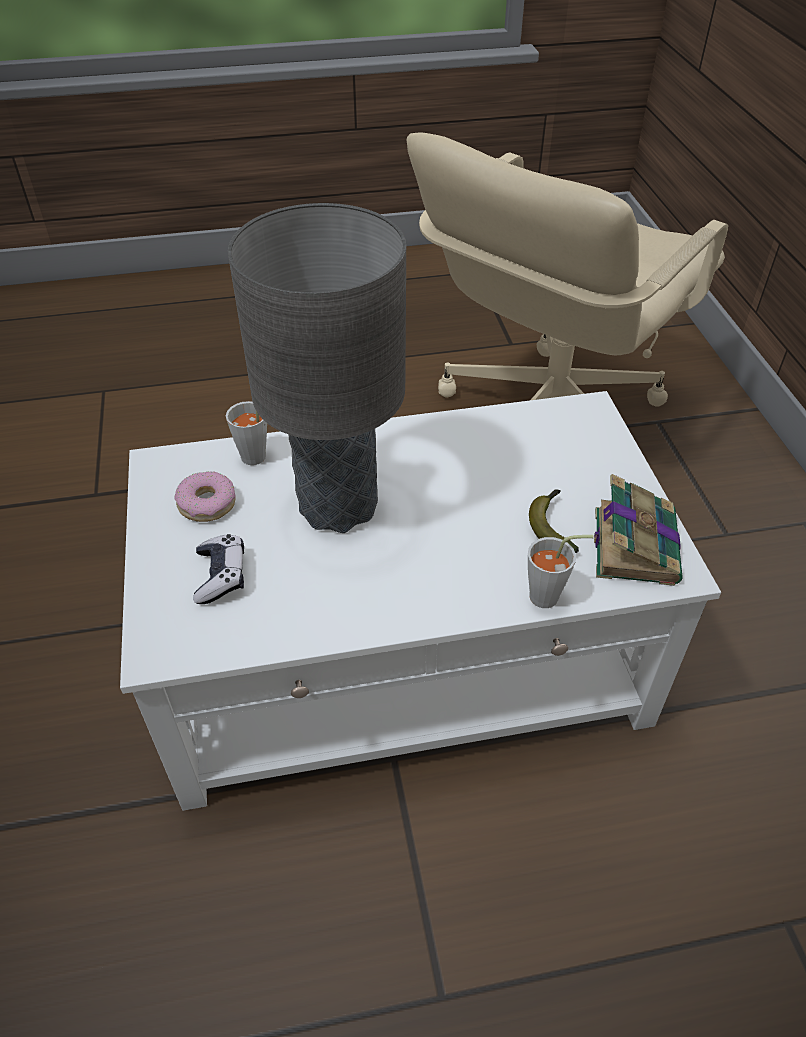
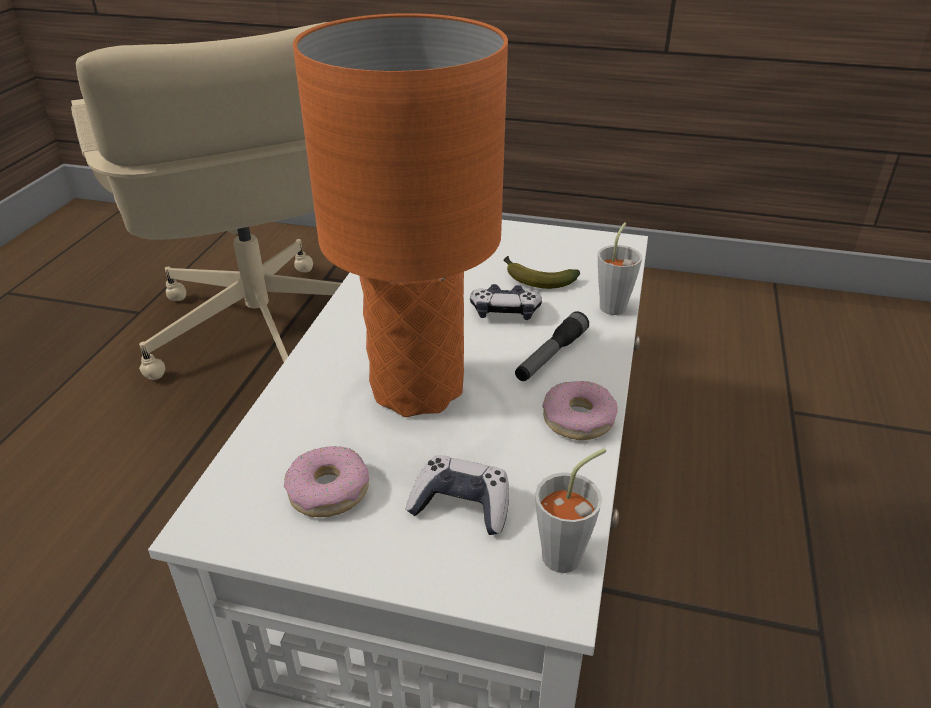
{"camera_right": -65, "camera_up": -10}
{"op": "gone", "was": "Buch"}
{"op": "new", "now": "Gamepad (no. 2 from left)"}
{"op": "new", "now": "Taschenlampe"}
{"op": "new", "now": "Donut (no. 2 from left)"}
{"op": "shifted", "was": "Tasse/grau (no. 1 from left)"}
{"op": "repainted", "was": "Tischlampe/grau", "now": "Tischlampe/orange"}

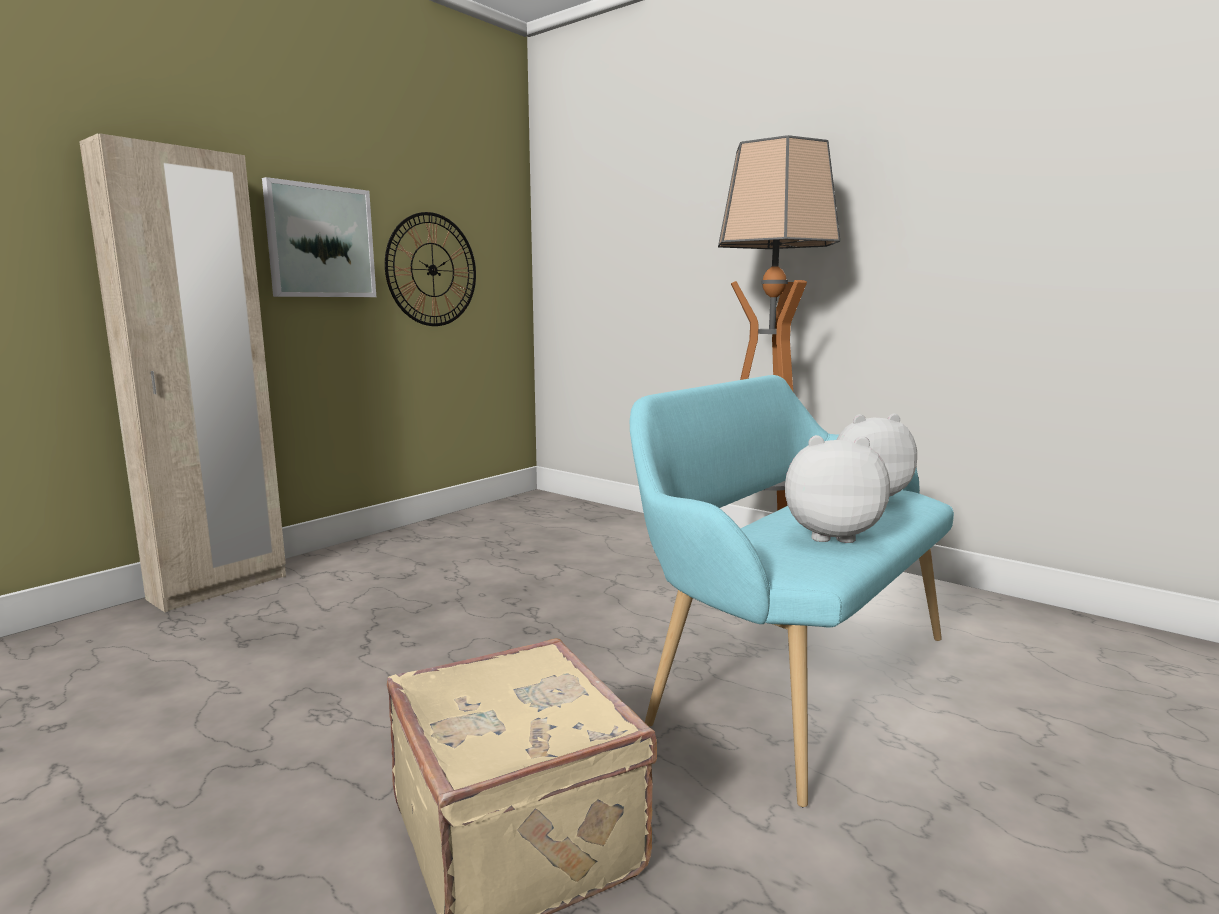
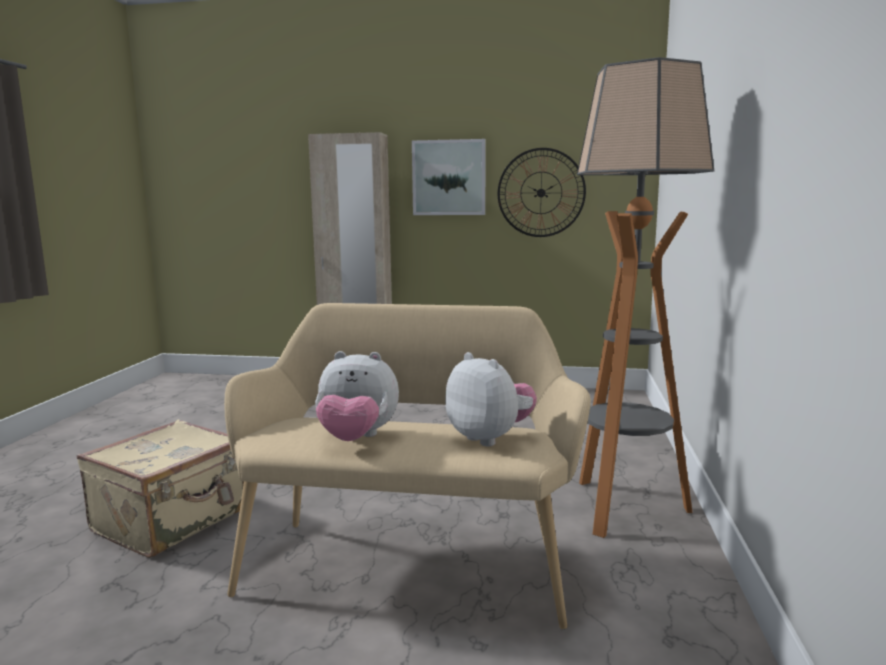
{"camera_right": 60, "camera_up": 0}
{"op": "repainted", "was": "Bank/türkis", "now": "Bank/beige"}
{"op": "rotated", "was": "Plüschtier (no. 1 from left)", "clockwise": 120}

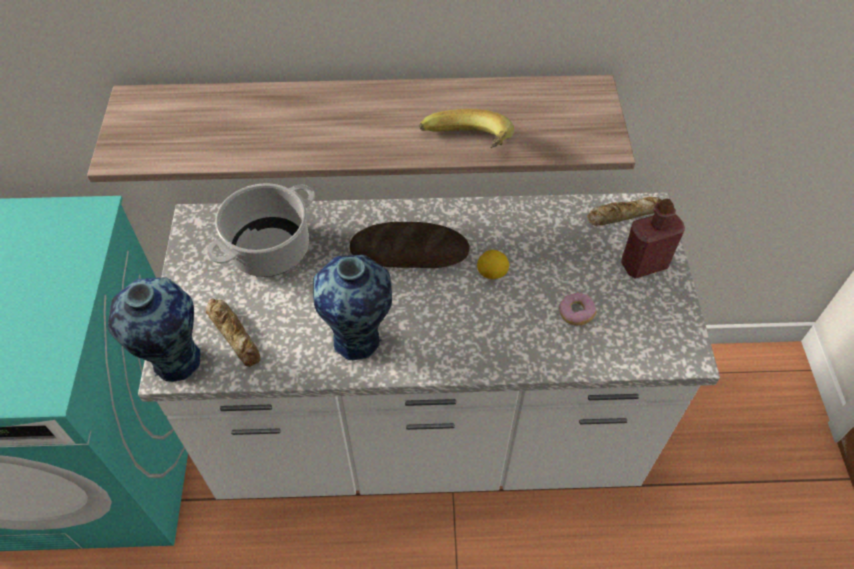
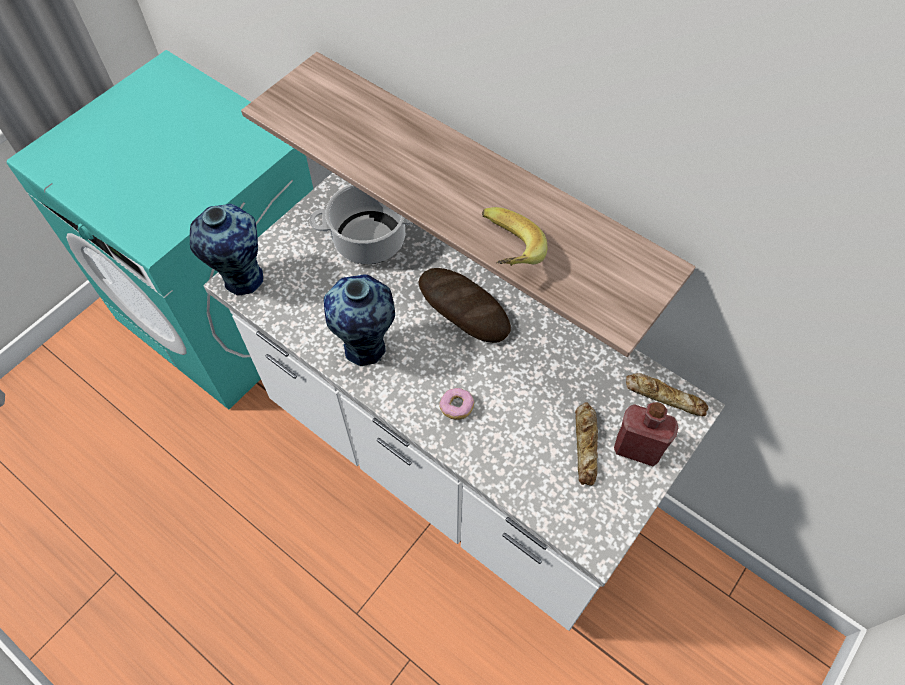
{"camera_right": 40, "camera_up": 5}
{"op": "gone", "was": "Zitrone"}
{"op": "shifted", "was": "Brot (no. 1 from left in the first image)", "now": "Brot (no. 2 from left)"}
{"op": "shifted", "was": "Donut"}

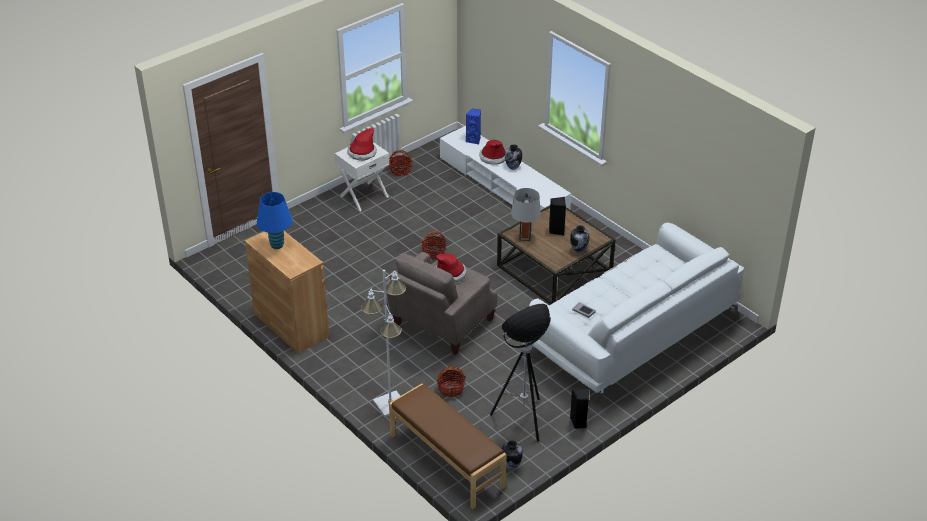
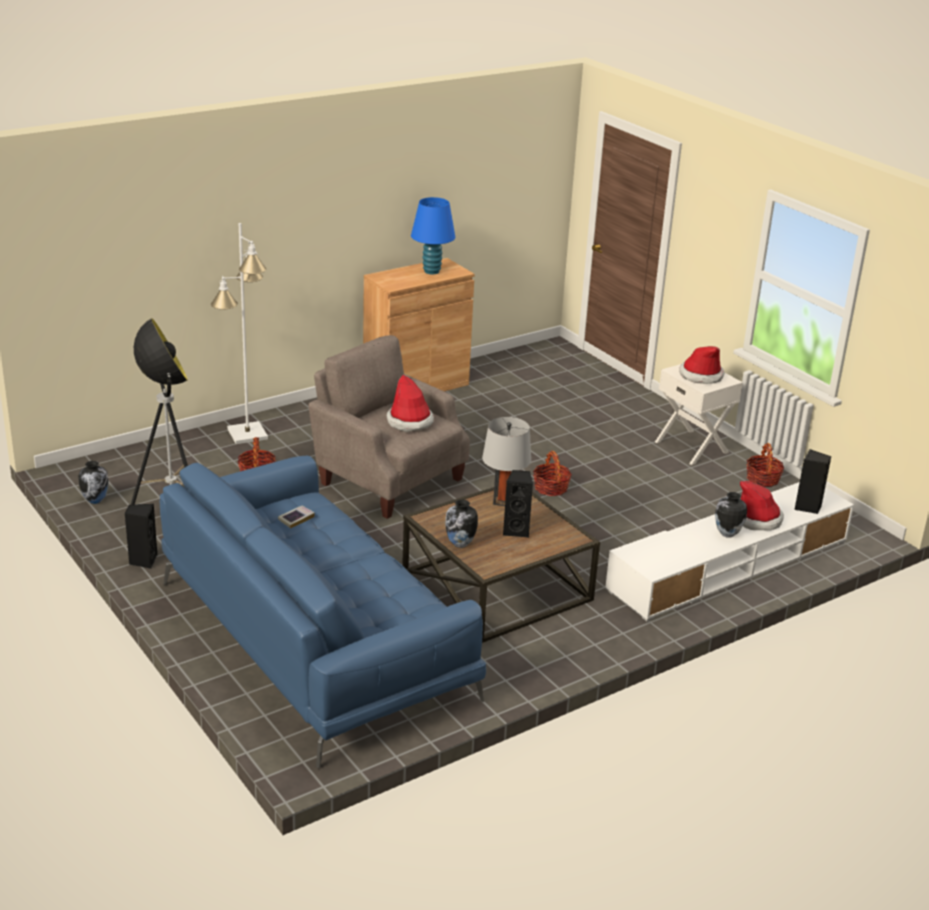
{"camera_right": 95, "camera_up": -10}
{"op": "gone", "was": "Bank/braun"}
{"op": "repainted", "was": "Lautsprecher/blau", "now": "Lautsprecher/schwarz (no. 3 from left)"}
{"op": "repainted", "was": "Sofa/weiß", "now": "Sofa/blau"}

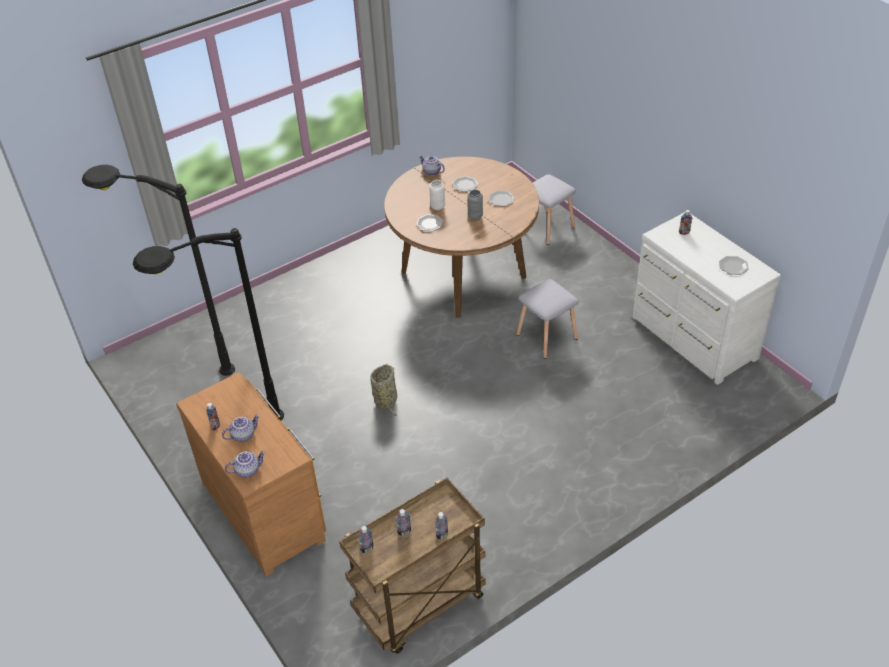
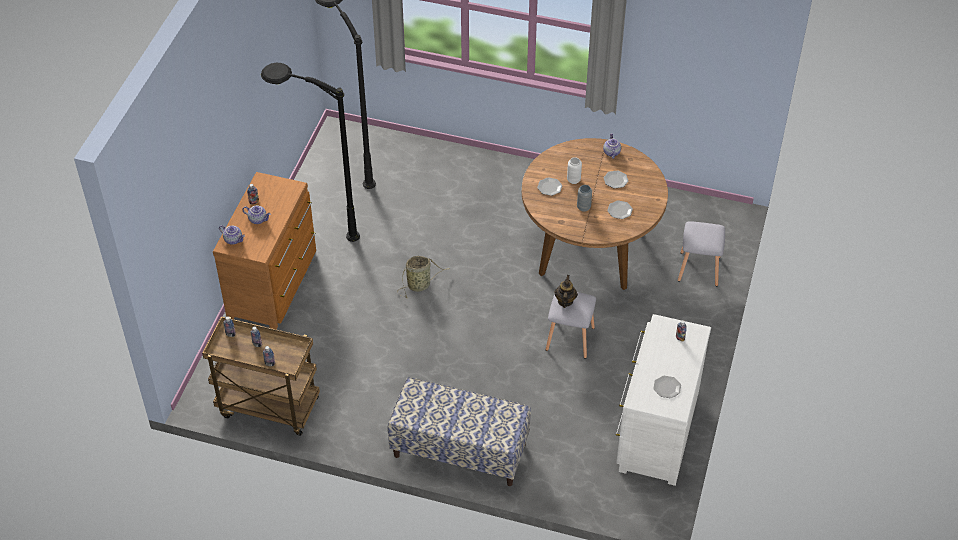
{"camera_right": 50, "camera_up": 5}
{"op": "new", "now": "Bank"}
{"op": "new", "now": "Teekanne (no. 3 from left)"}

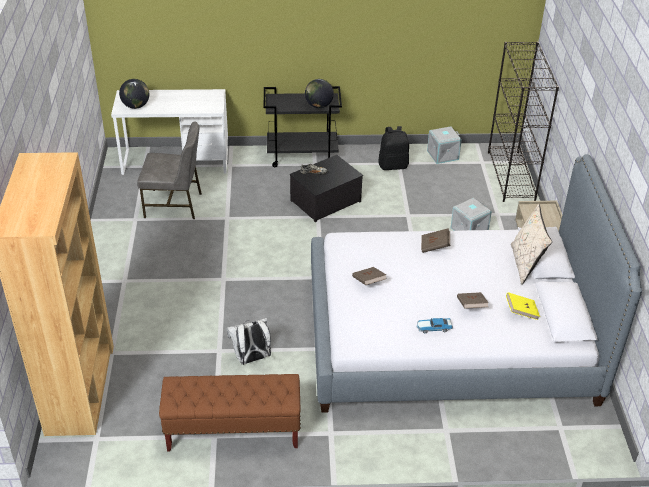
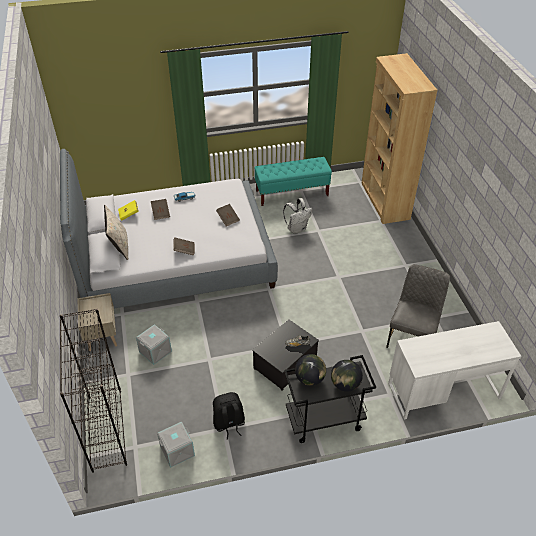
{"camera_right": 170, "camera_up": 5}
{"op": "shifted", "was": "Globus (no. 1 from left in the first image)", "now": "Globus (no. 2 from left)"}
{"op": "repainted", "was": "Bank/braun", "now": "Bank/türkis"}
{"op": "rotated", "was": "Stuhl/grau", "clockwise": 120}

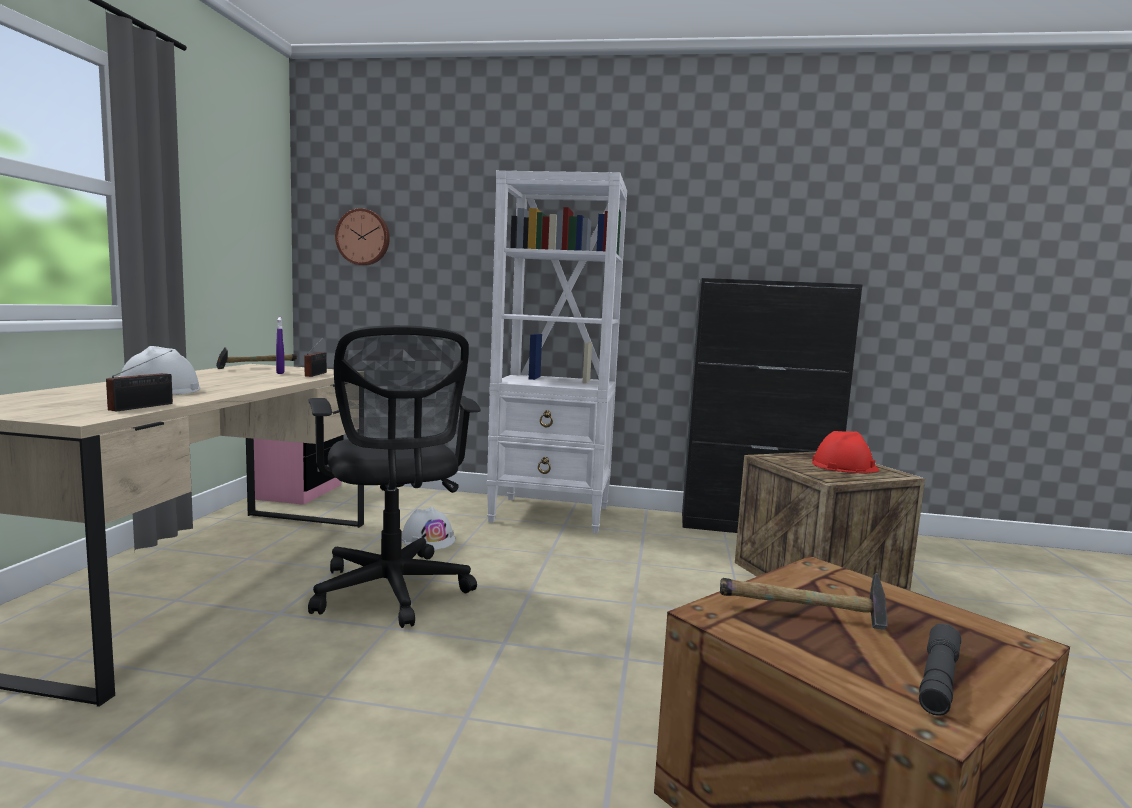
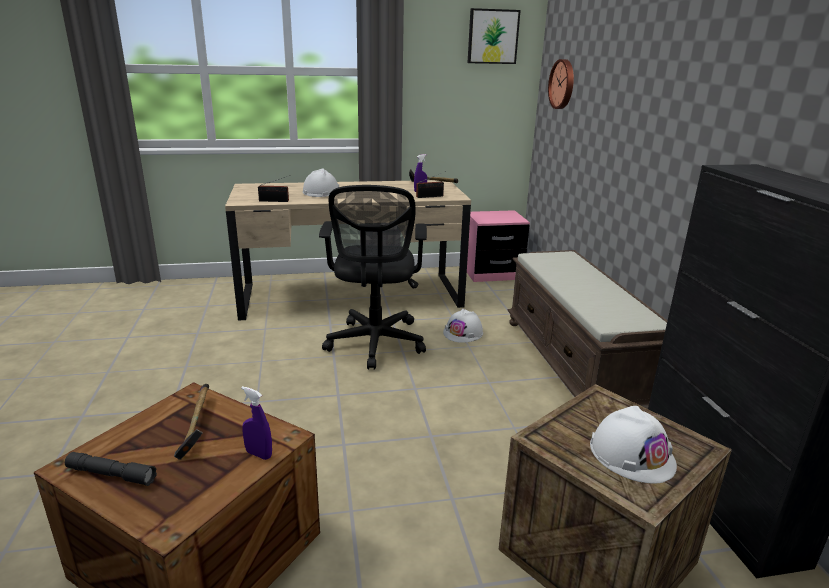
{"camera_right": 70, "camera_up": 15}
{"op": "new", "now": "Sprühflasche/lila (no. 1 from left)"}
{"op": "new", "now": "Bild"}
{"op": "swapped", "was": "Bücherregal/weiß", "now": "Bank/braun"}
{"op": "repainted", "was": "Schutzhelm/rot", "now": "Schutzhelm/weiß (no. 3 from left)"}
{"op": "rotated", "was": "Bürostuhl/schwarz", "clockwise": -45}

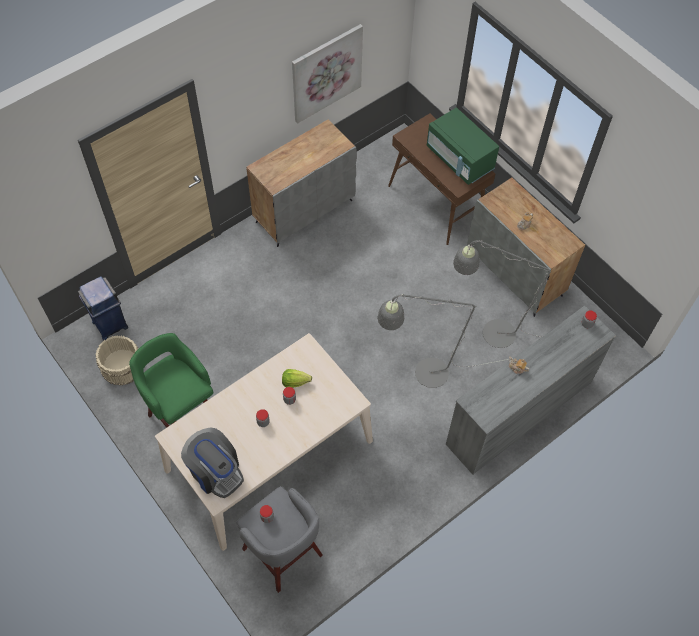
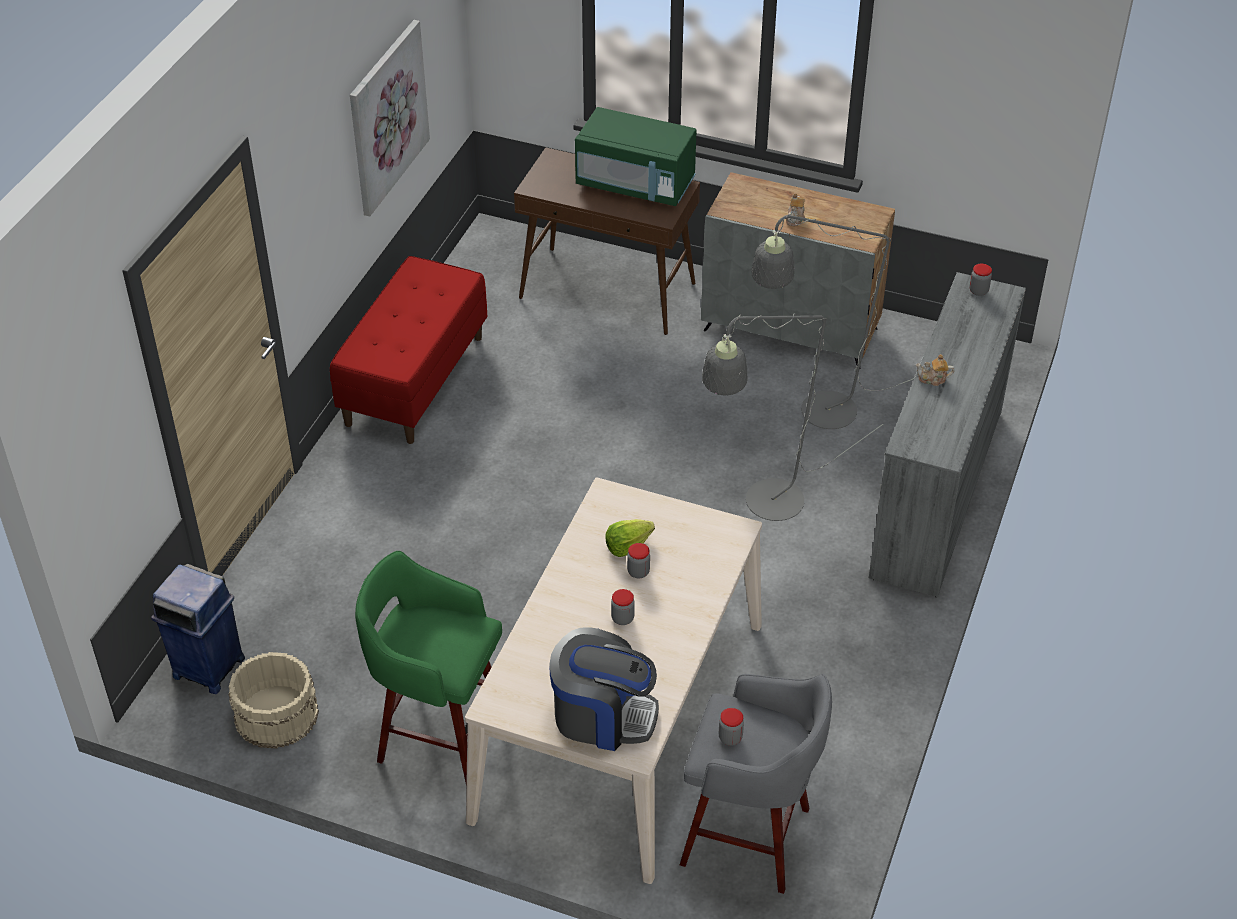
{"camera_right": -30, "camera_up": -15}
{"op": "swapped", "was": "Schrank/grau (no. 1 from left)", "now": "Bank/rot"}

